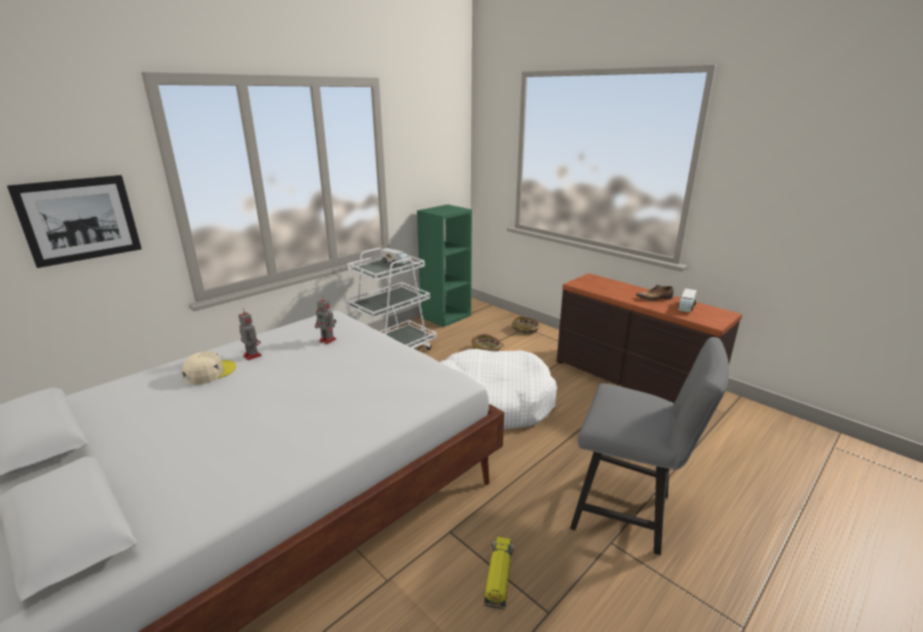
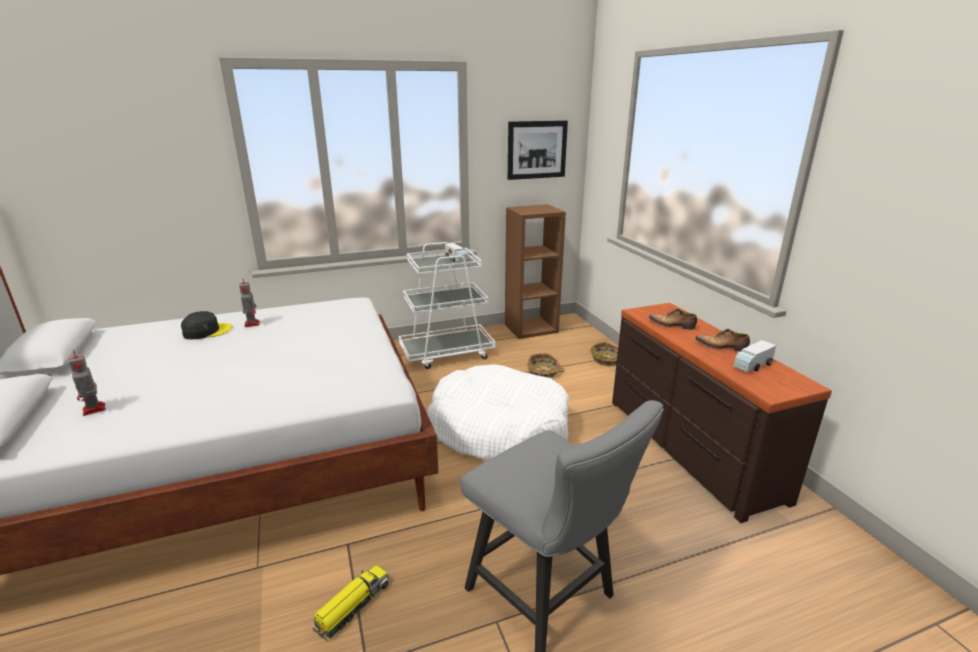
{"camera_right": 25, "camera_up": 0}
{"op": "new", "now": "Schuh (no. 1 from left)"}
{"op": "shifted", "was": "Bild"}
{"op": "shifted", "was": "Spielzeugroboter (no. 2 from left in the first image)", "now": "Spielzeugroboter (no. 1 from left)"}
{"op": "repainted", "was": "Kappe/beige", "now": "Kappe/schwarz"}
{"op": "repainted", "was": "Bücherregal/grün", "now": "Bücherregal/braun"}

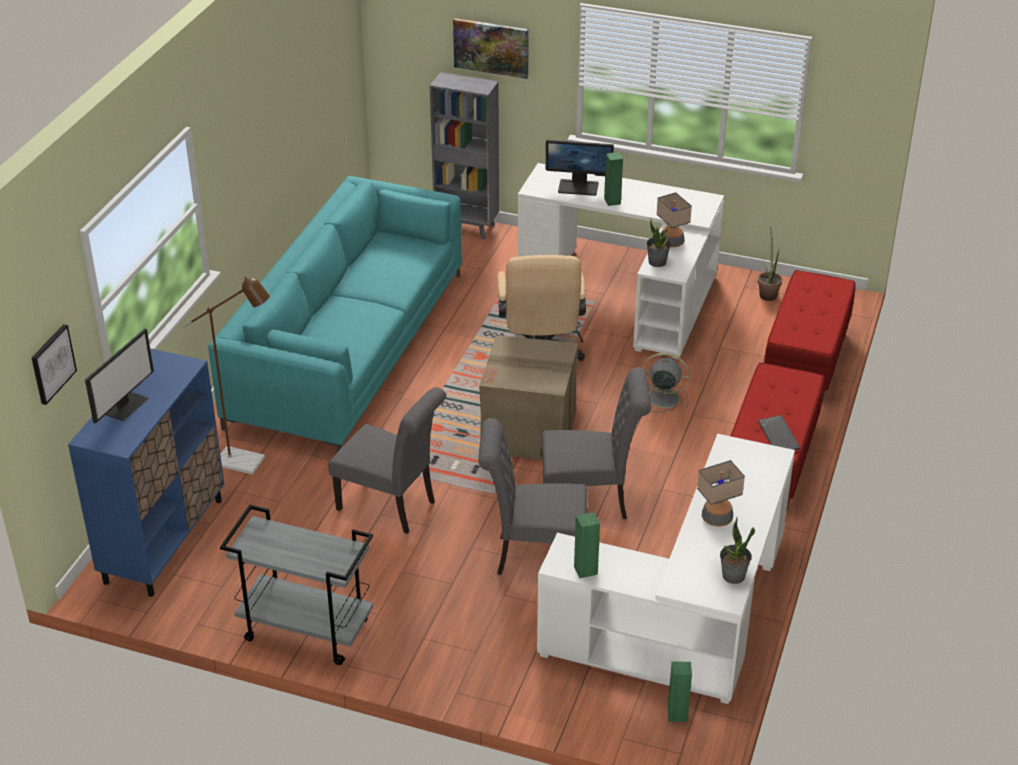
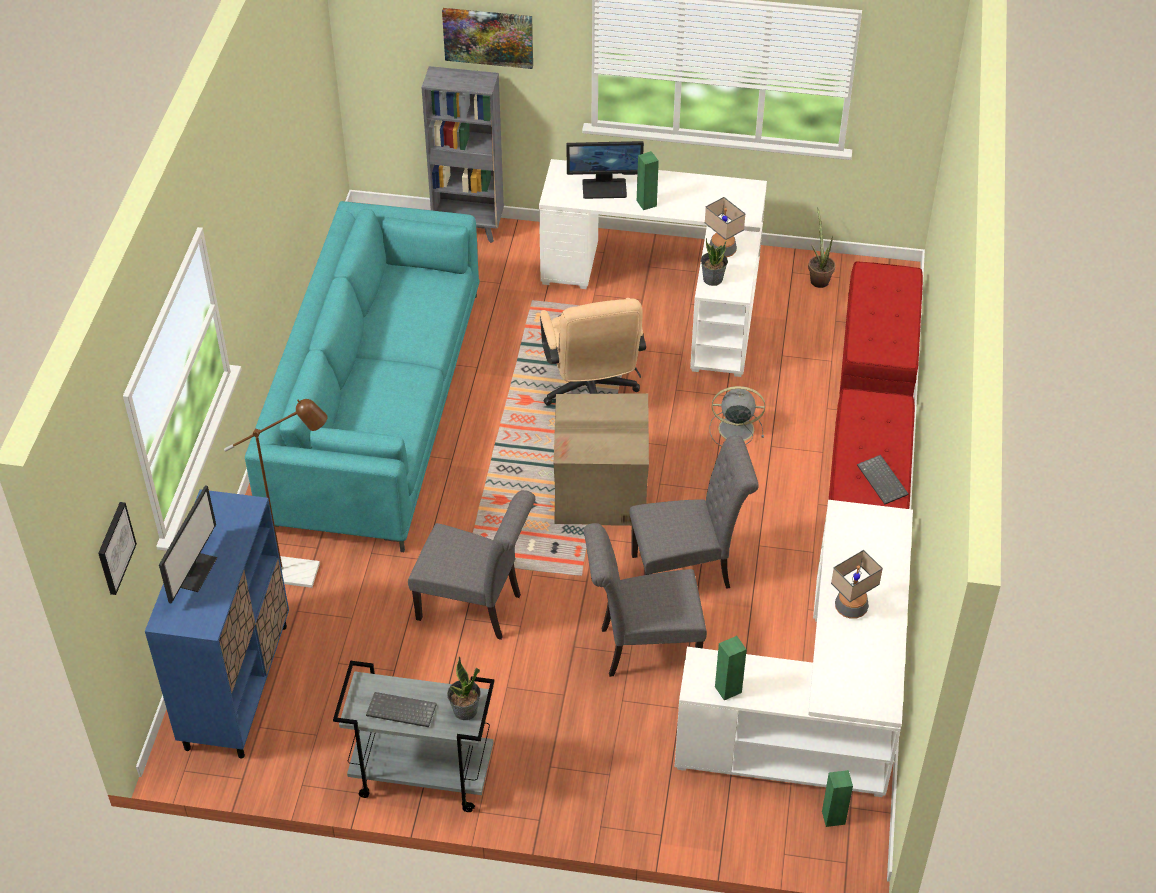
{"camera_right": -10, "camera_up": 10}
{"op": "new", "now": "Tastatur (no. 1 from left)"}
{"op": "shifted", "was": "Topfpflanze (no. 2 from left in the first image)", "now": "Topfpflanze (no. 1 from left)"}

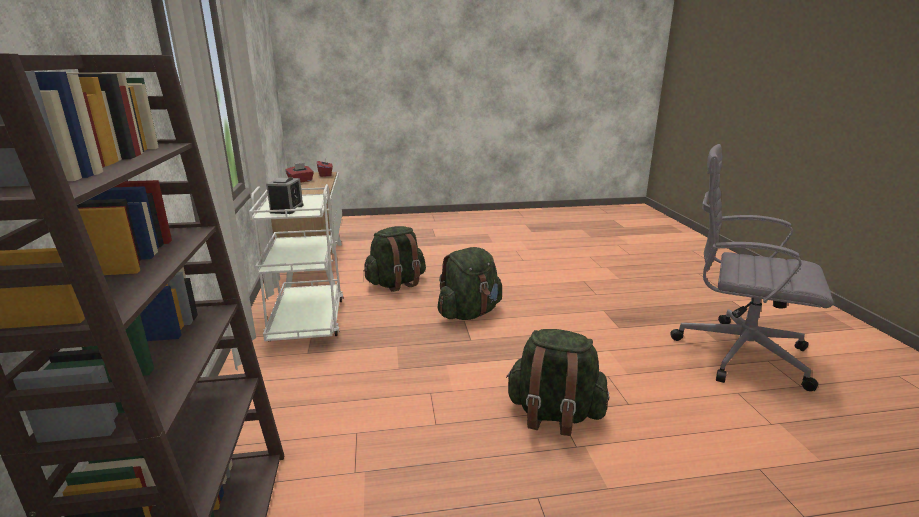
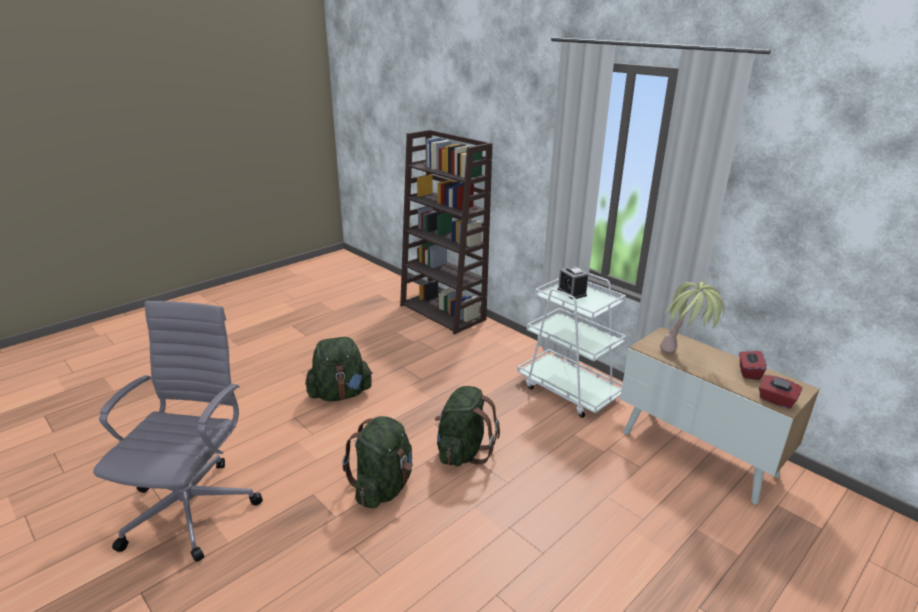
{"camera_right": 145, "camera_up": 5}
{"op": "new", "now": "Topfpflanze"}
{"op": "shifted", "was": "Rucksack/grün (no. 1 from left in the first image)", "now": "Rucksack/grün (no. 2 from left)"}
{"op": "rotated", "was": "Bürostuhl/grau", "clockwise": -75}

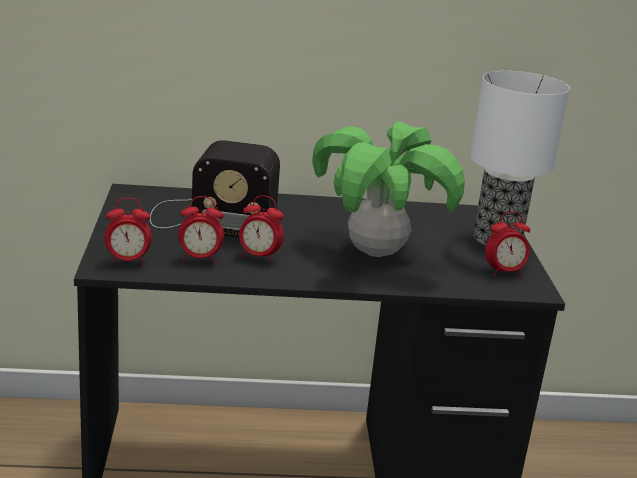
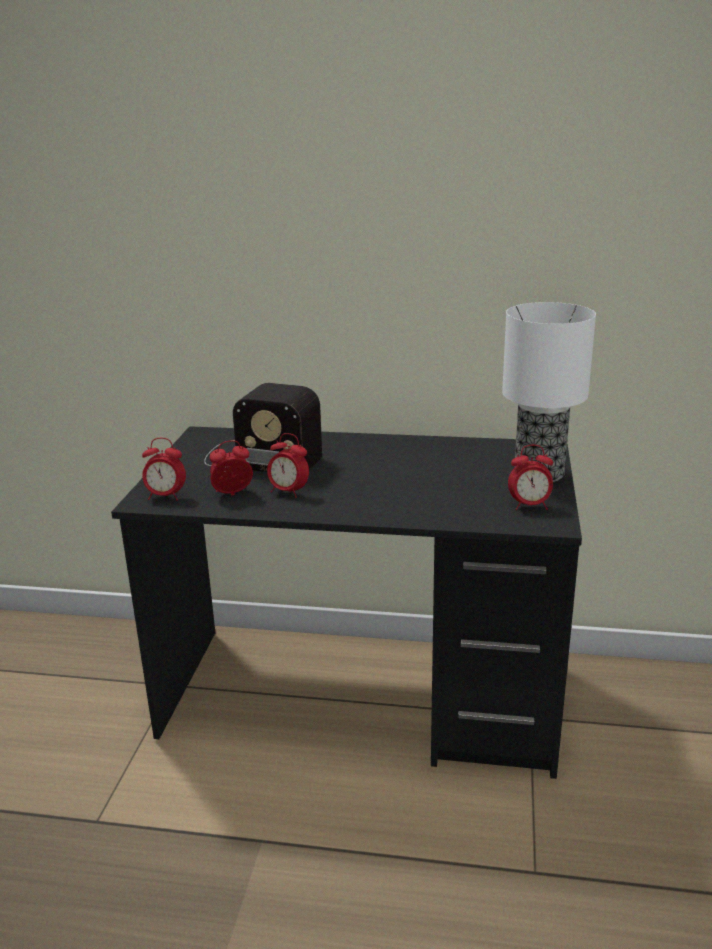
{"camera_right": 15, "camera_up": 0}
{"op": "gone", "was": "Topfpflanze"}
{"op": "rotated", "was": "Wecker (no. 2 from left)", "clockwise": 150}

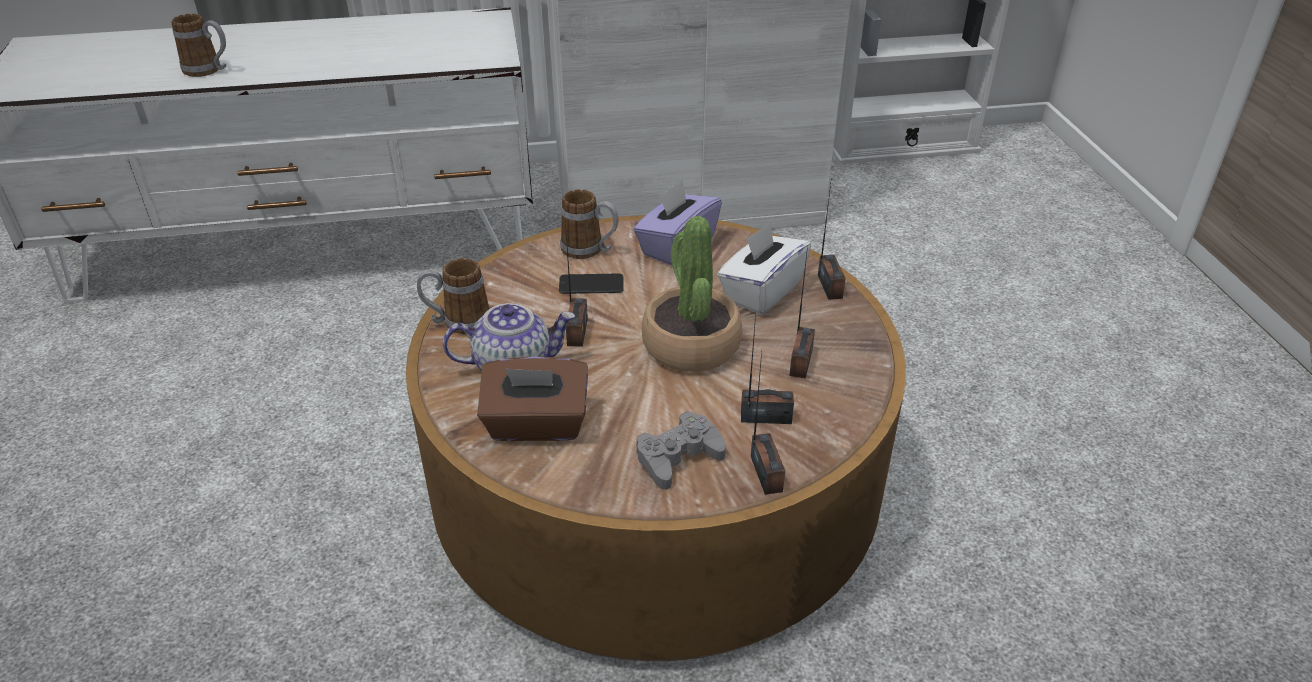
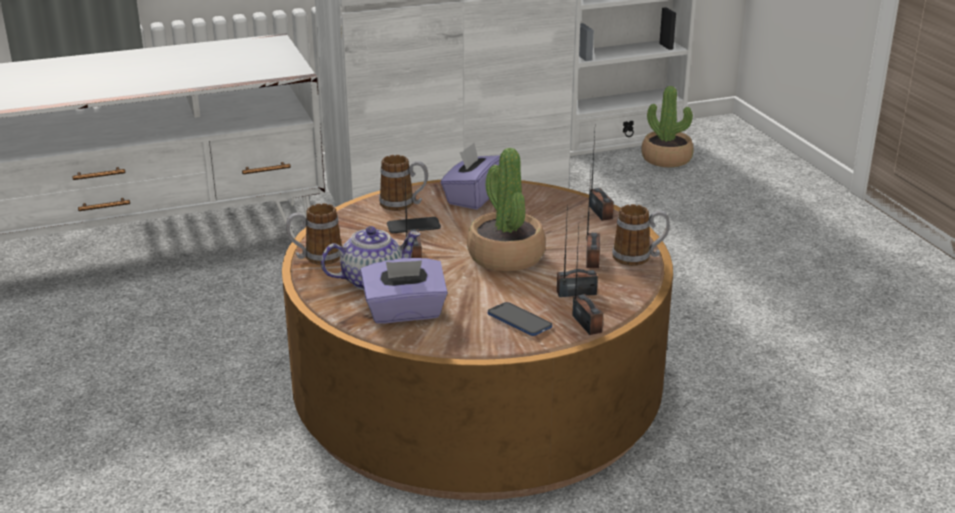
{"camera_right": -10, "camera_up": -10}
{"op": "gone", "was": "Taschentuchbox/weiß"}
{"op": "new", "now": "Topfpflanze (no. 2 from left)"}
{"op": "shifted", "was": "Henkelbecher (no. 1 from left in the first image)", "now": "Henkelbecher (no. 3 from left)"}
{"op": "swapped", "was": "Gamepad/grau", "now": "Handy (no. 2 from left)"}
{"op": "repainted", "was": "Taschentuchbox/braun", "now": "Taschentuchbox/lila (no. 1 from left)"}

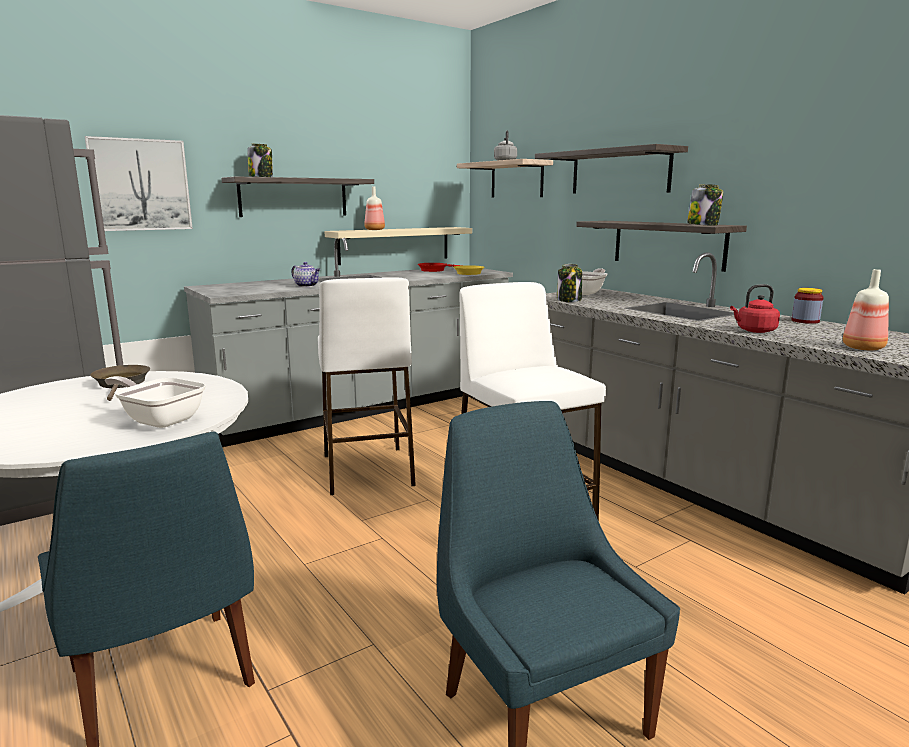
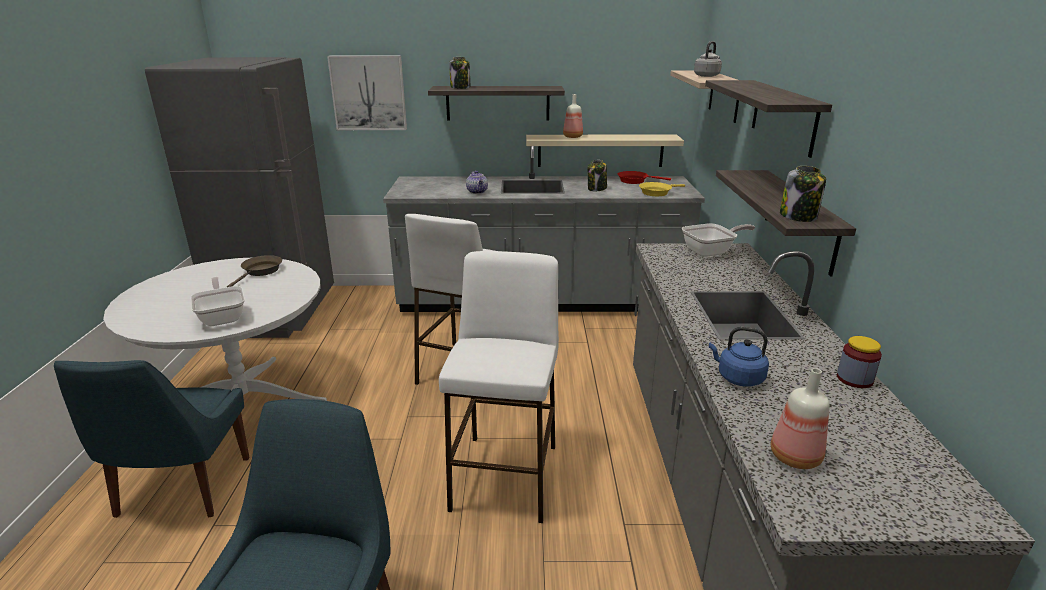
{"camera_right": 35, "camera_up": 10}
{"op": "shifted", "was": "Vorratsglas (no. 2 from left)"}
{"op": "repainted", "was": "Wasserkessel/rot", "now": "Wasserkessel/blau"}

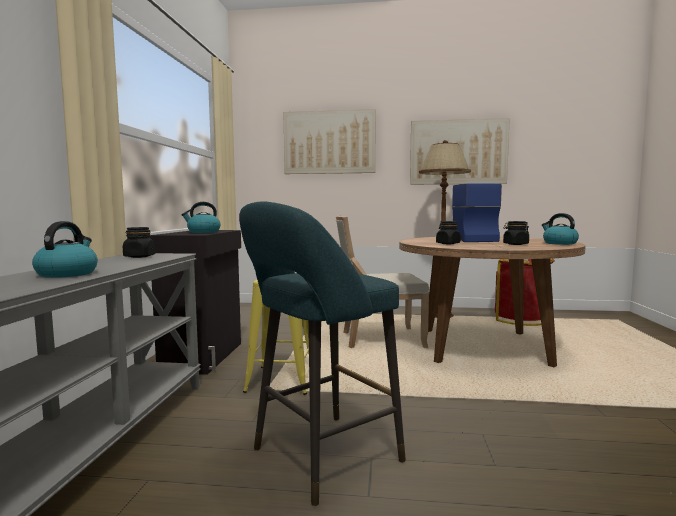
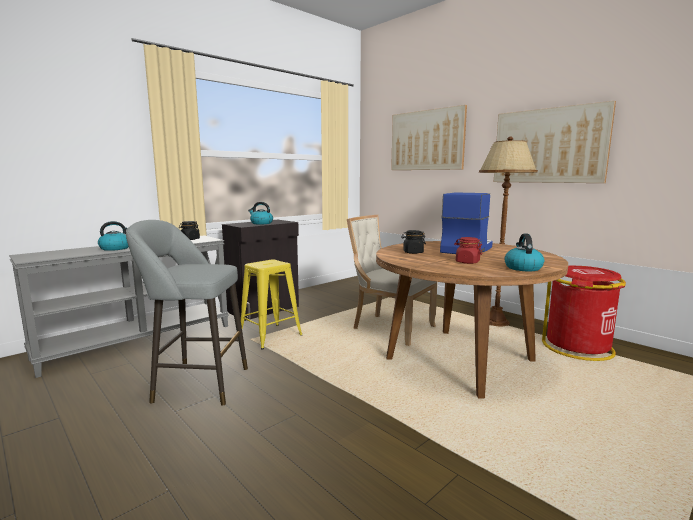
{"camera_right": 40, "camera_up": 5}
{"op": "repainted", "was": "Hocker/türkis", "now": "Hocker/grau"}
{"op": "repainted", "was": "Vorratsglas/schwarz (no. 3 from left)", "now": "Vorratsglas/rot"}

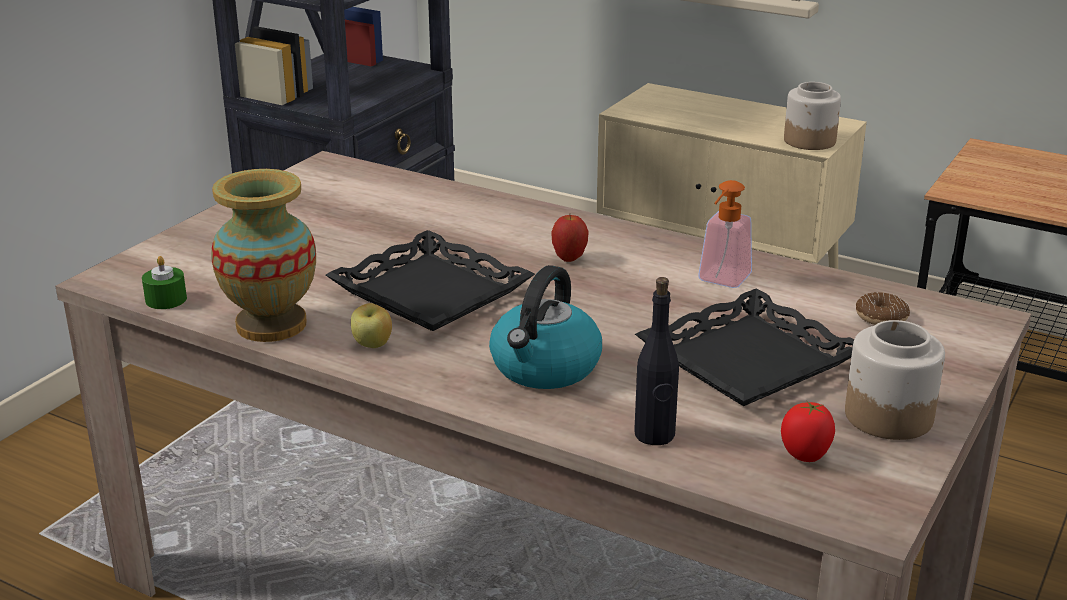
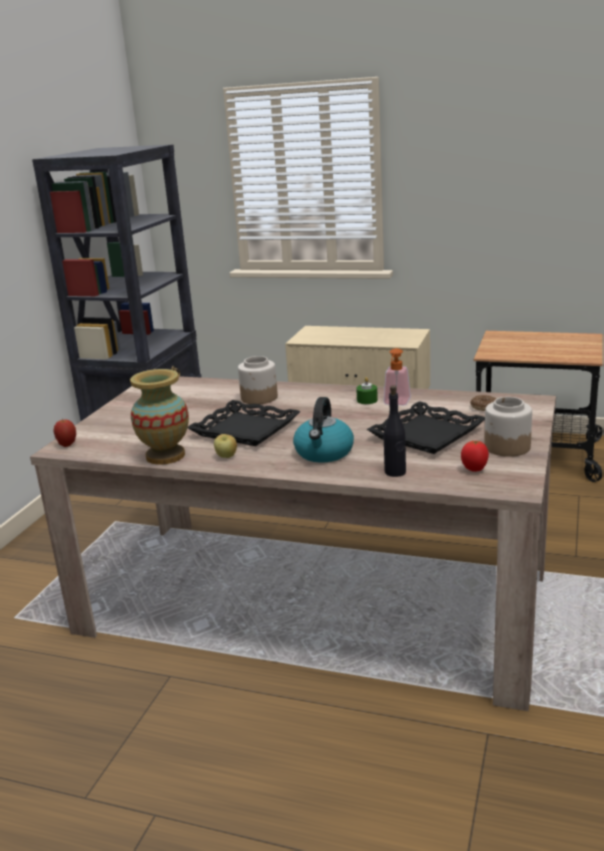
{"camera_right": -10, "camera_up": -5}
{"op": "shifted", "was": "Kerze/grün"}
{"op": "shifted", "was": "Apfel (no. 2 from left in the first image)", "now": "Apfel (no. 1 from left)"}
{"op": "shifted", "was": "Vorratsglas (no. 1 from left)"}

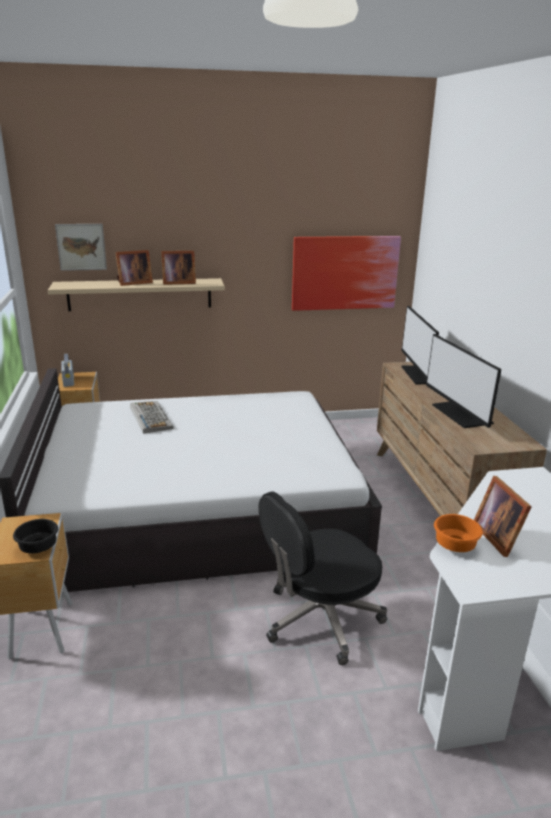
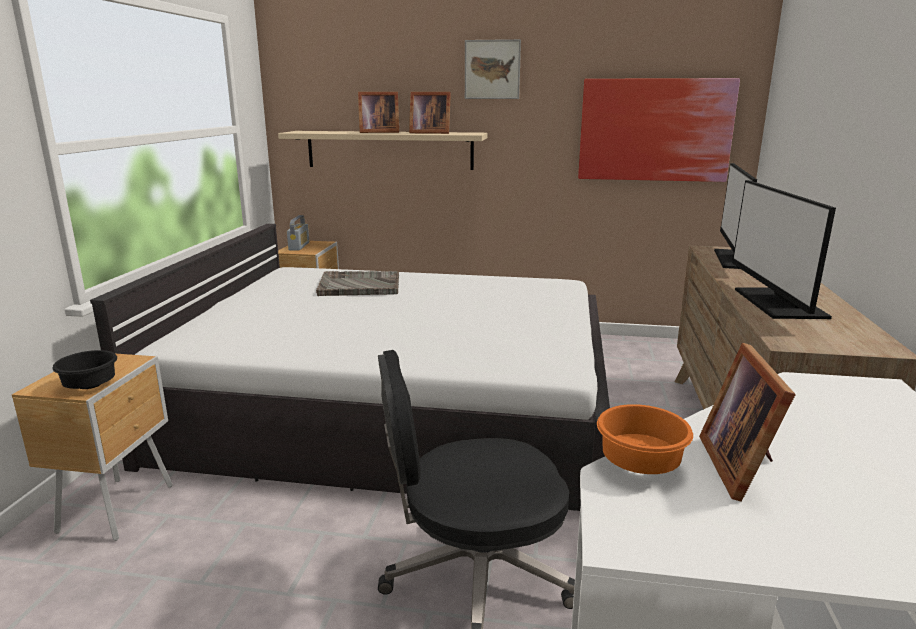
{"camera_right": 20, "camera_up": -5}
{"op": "shifted", "was": "Bild (no. 1 from left)"}
{"op": "swapped", "was": "Tastatur", "now": "Tablett/grau"}

